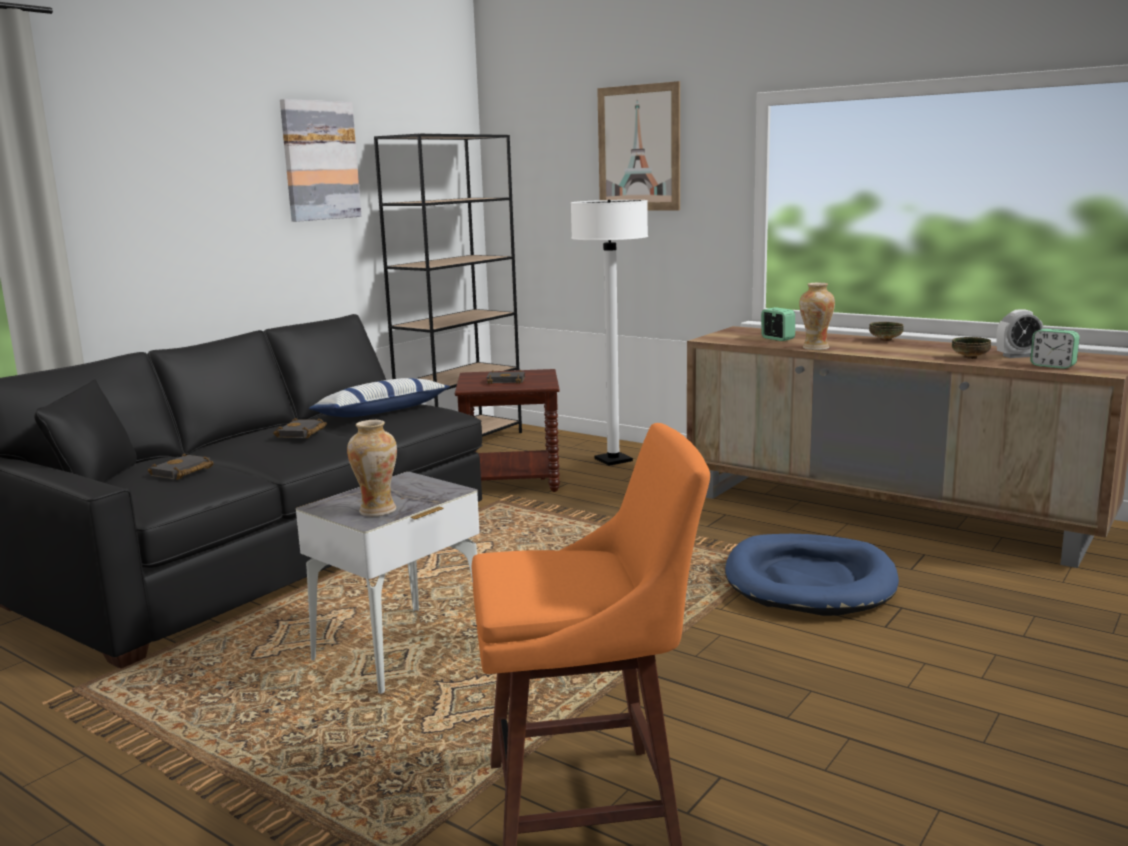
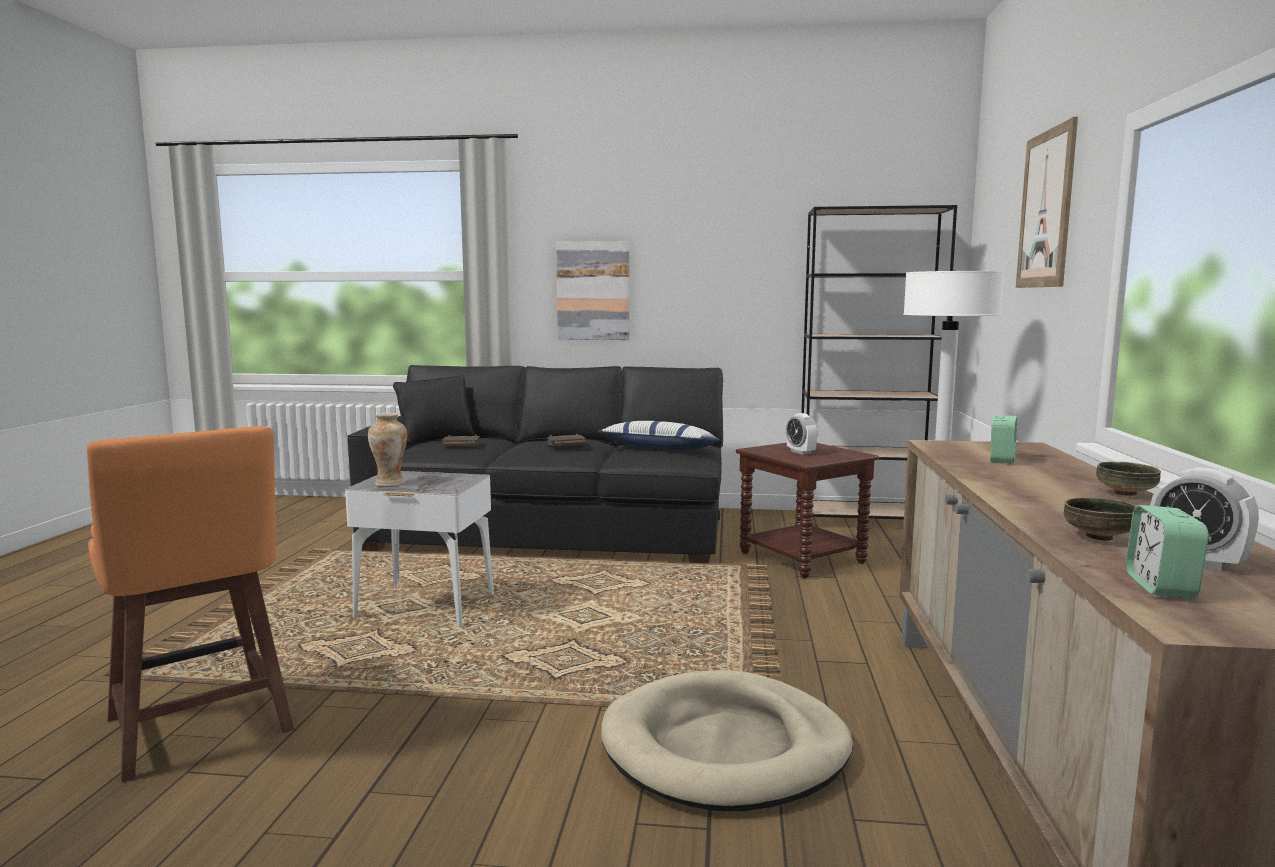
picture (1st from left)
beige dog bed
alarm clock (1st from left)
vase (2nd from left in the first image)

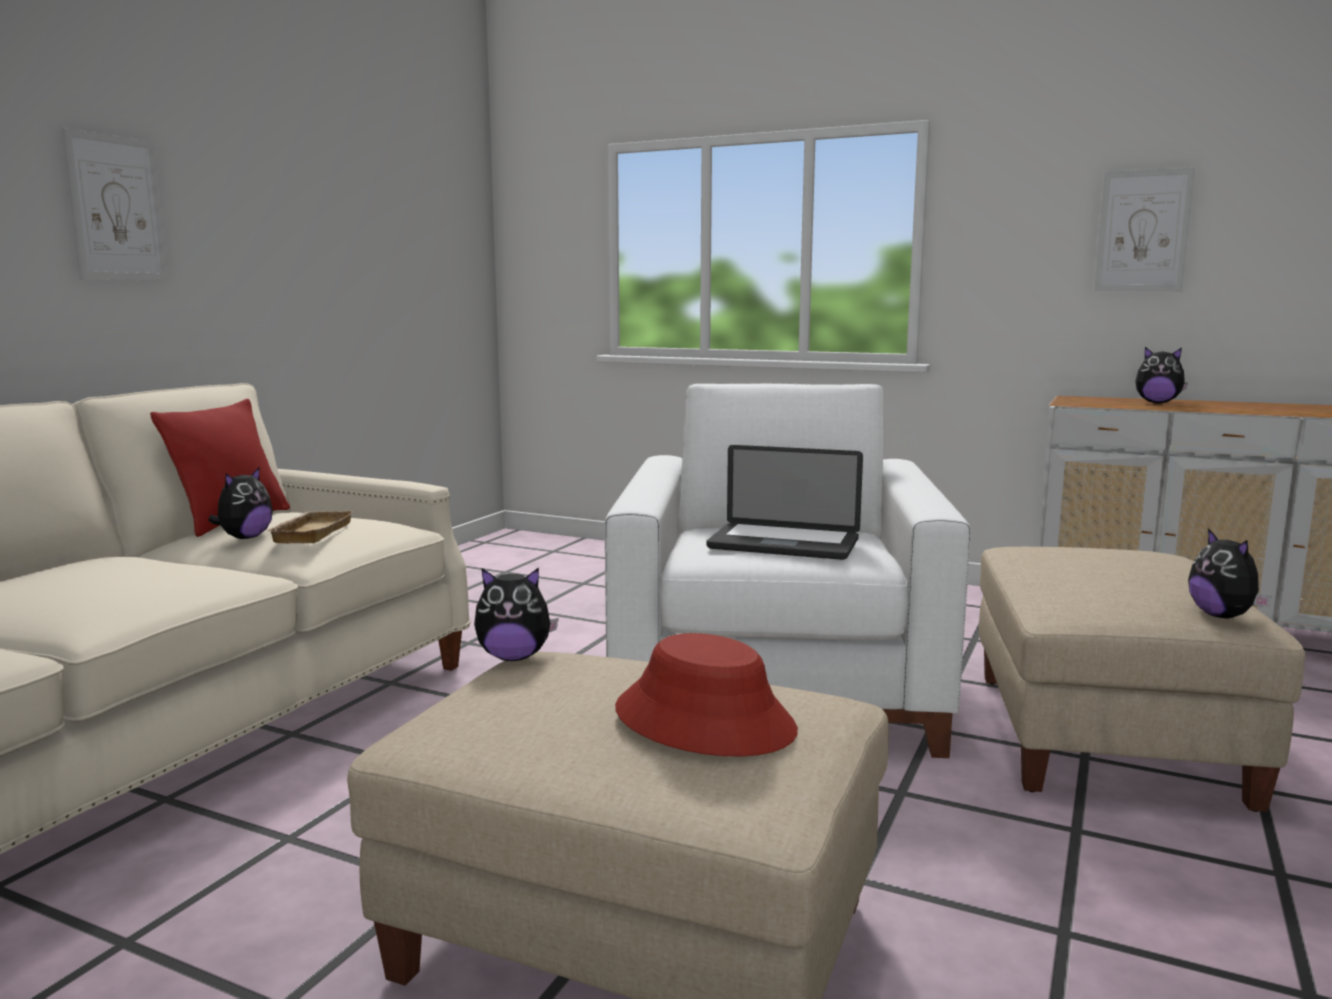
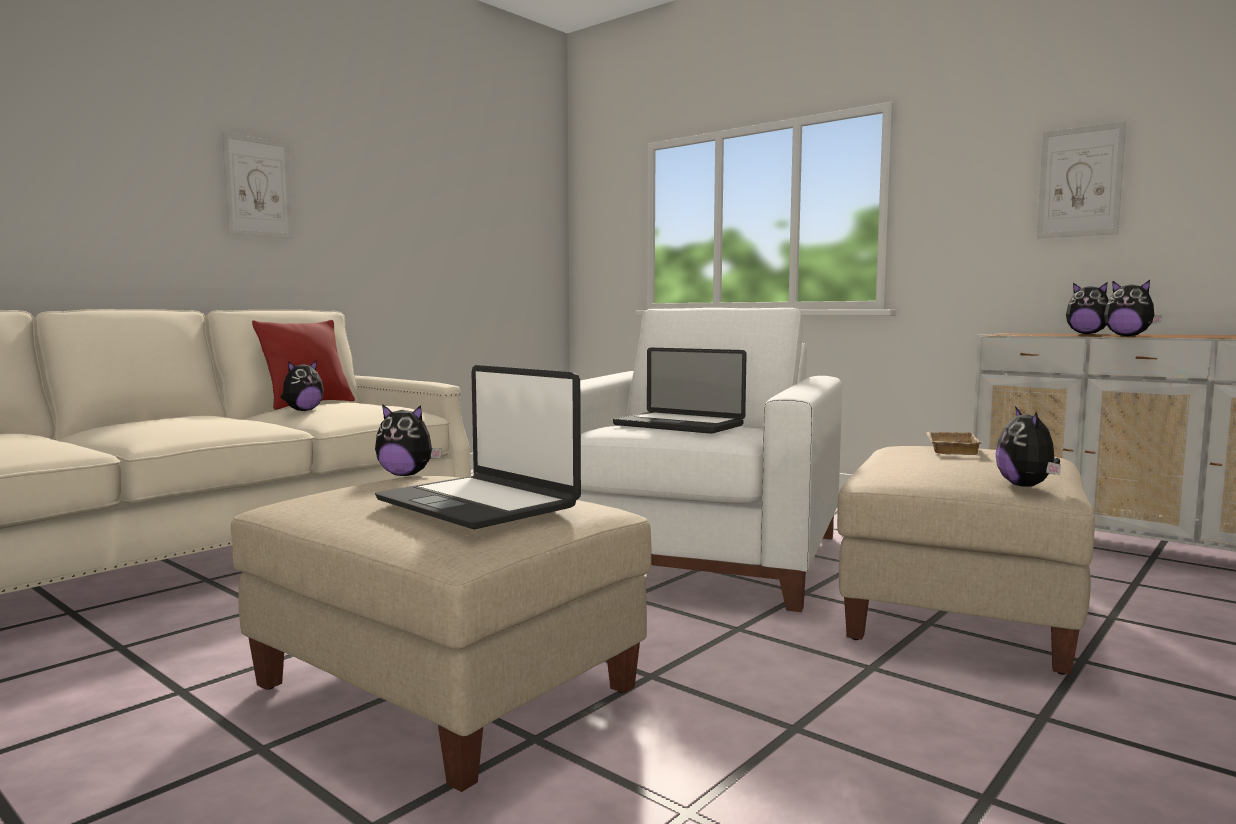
laptop (1st from left)
beige tray
plush toy (5th from left)

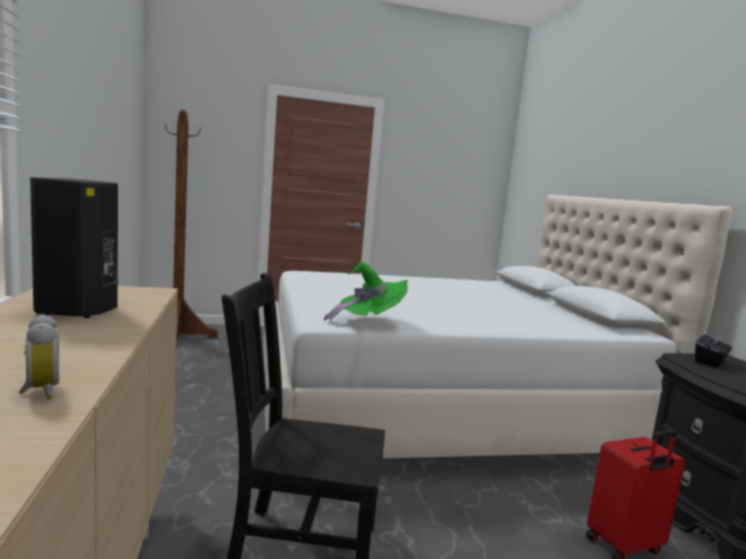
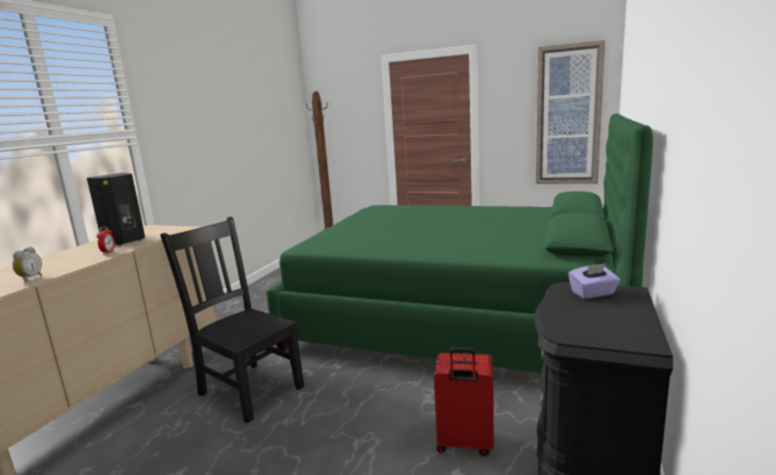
alarm clock (2nd from left)
green bed
picture
purple tissue box
green hat

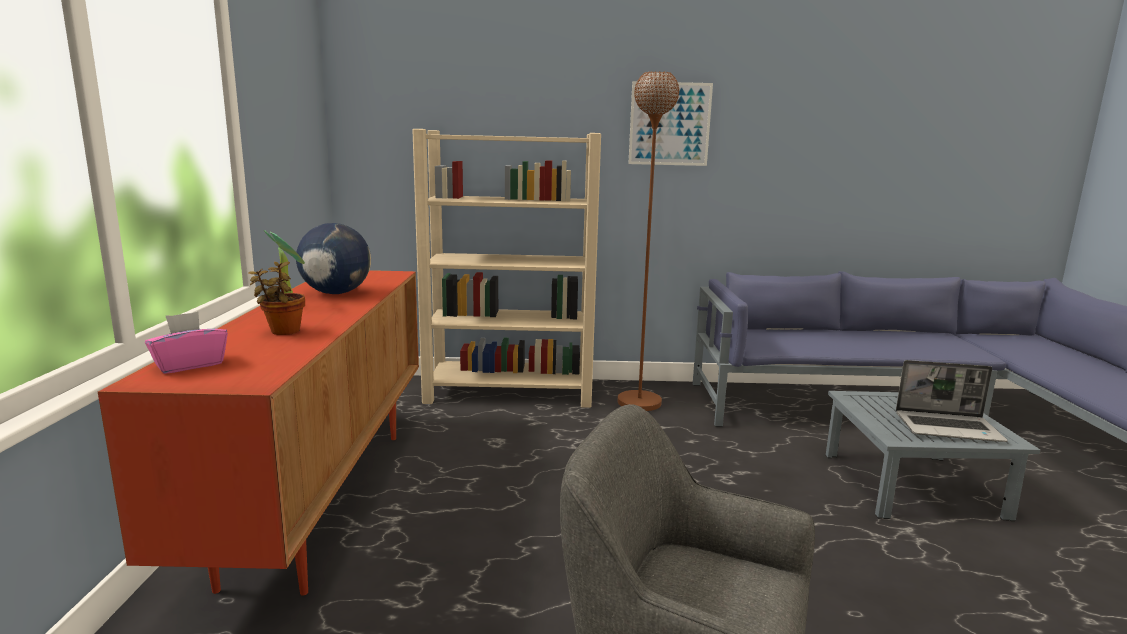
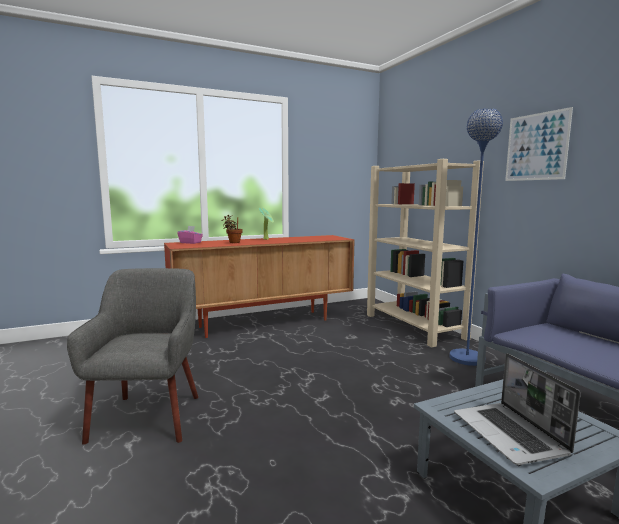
blue floor lamp
globe

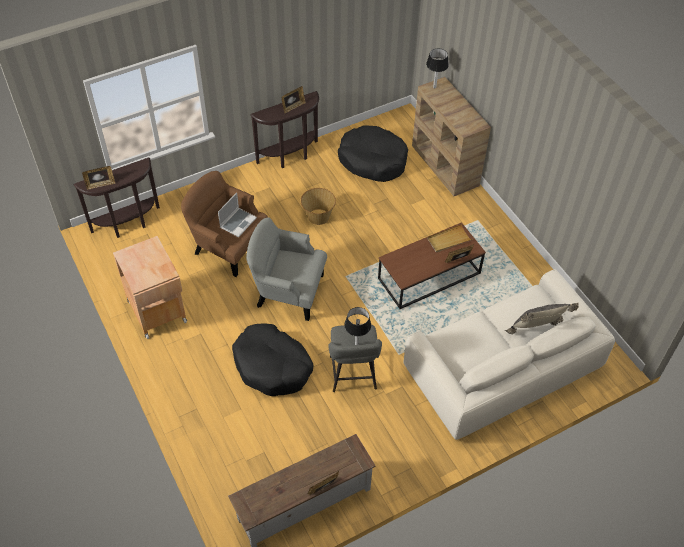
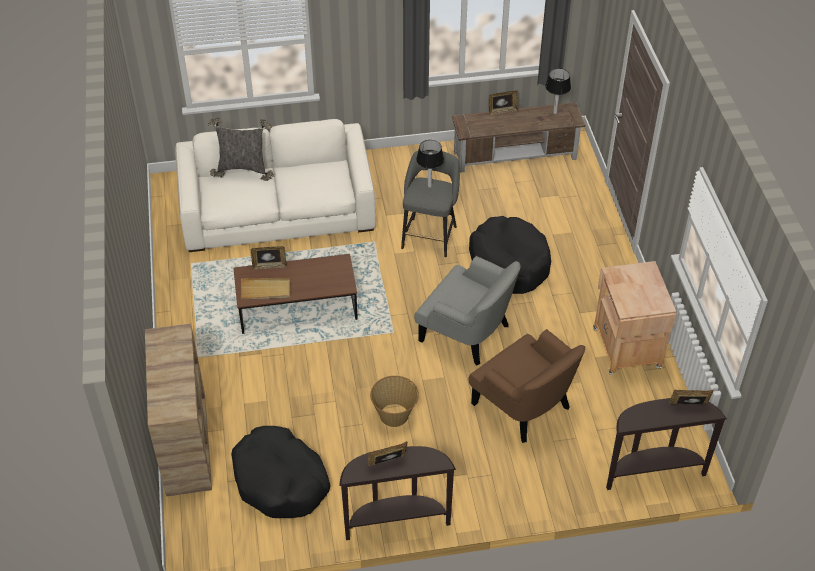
table lamp (2nd from left)
laptop

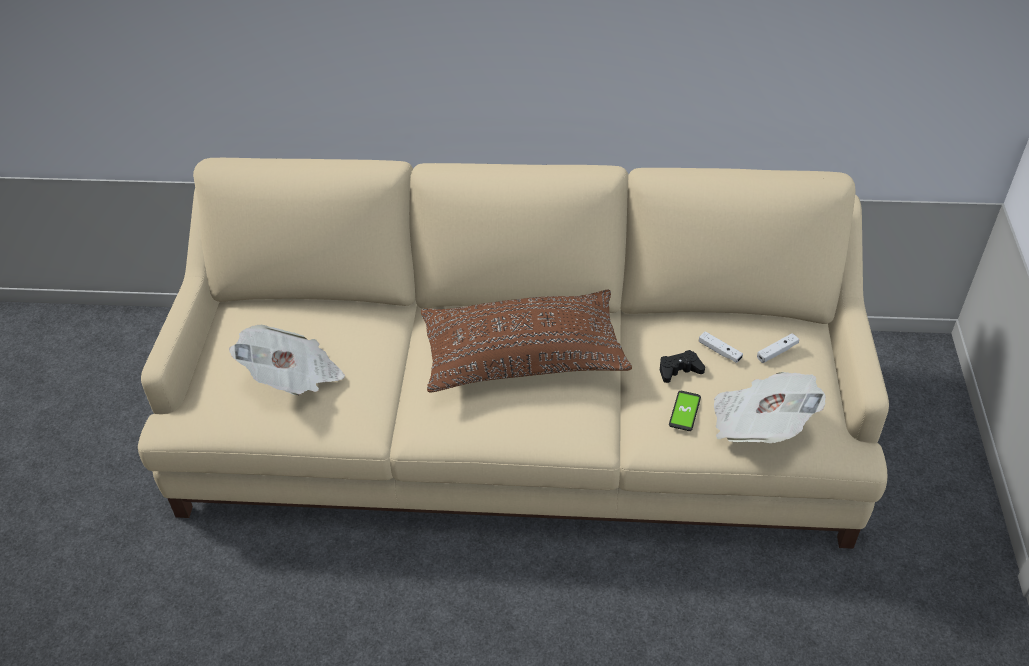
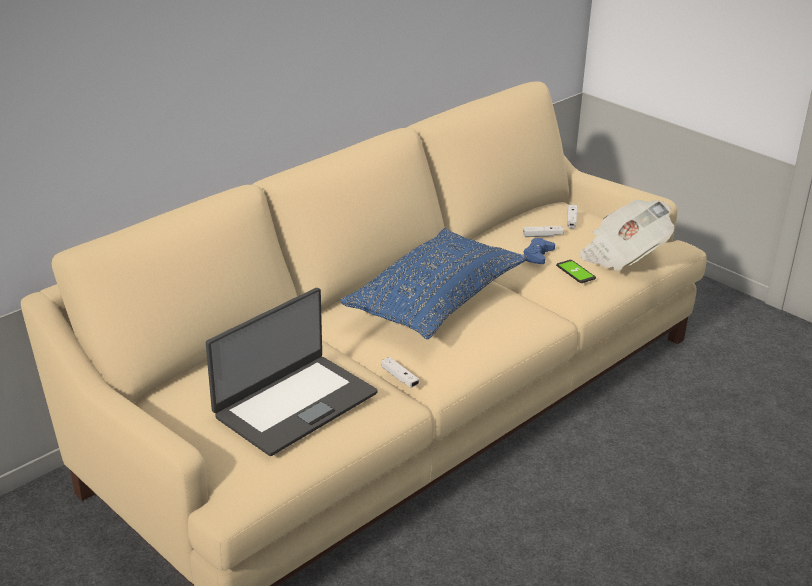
laptop
blue pillow
white game controller (1st from left)
blue game controller

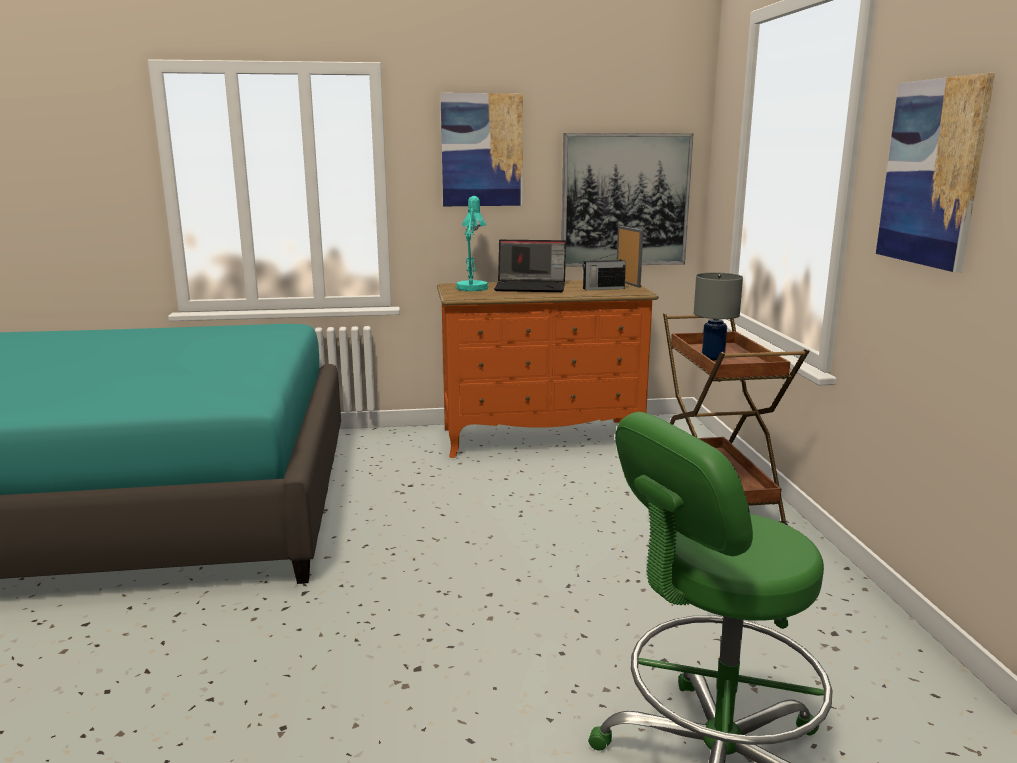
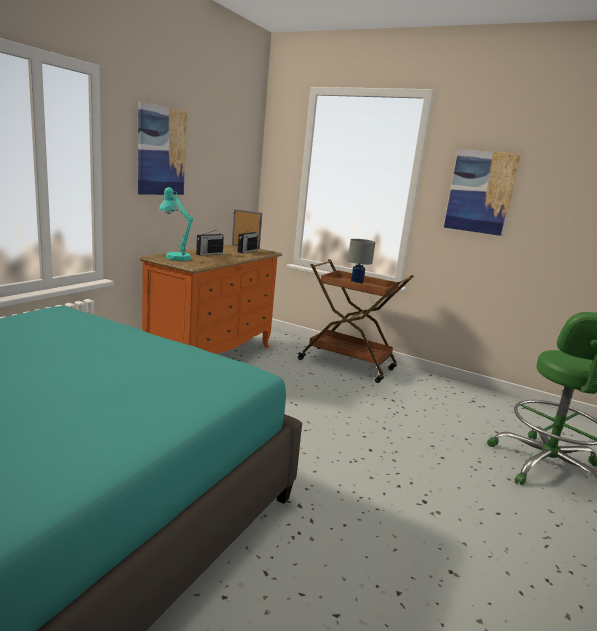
radio (1st from left)
picture (2nd from left in the first image)

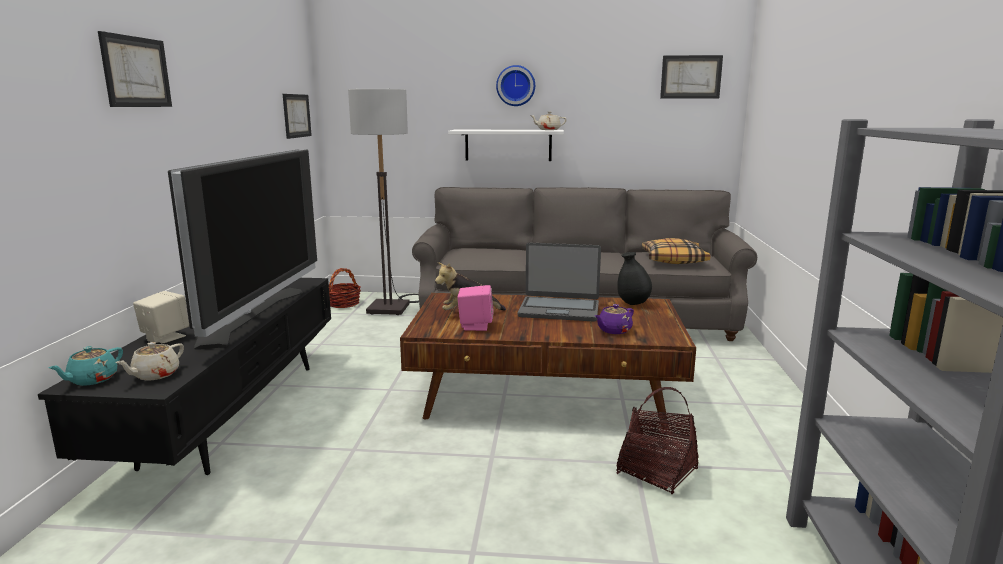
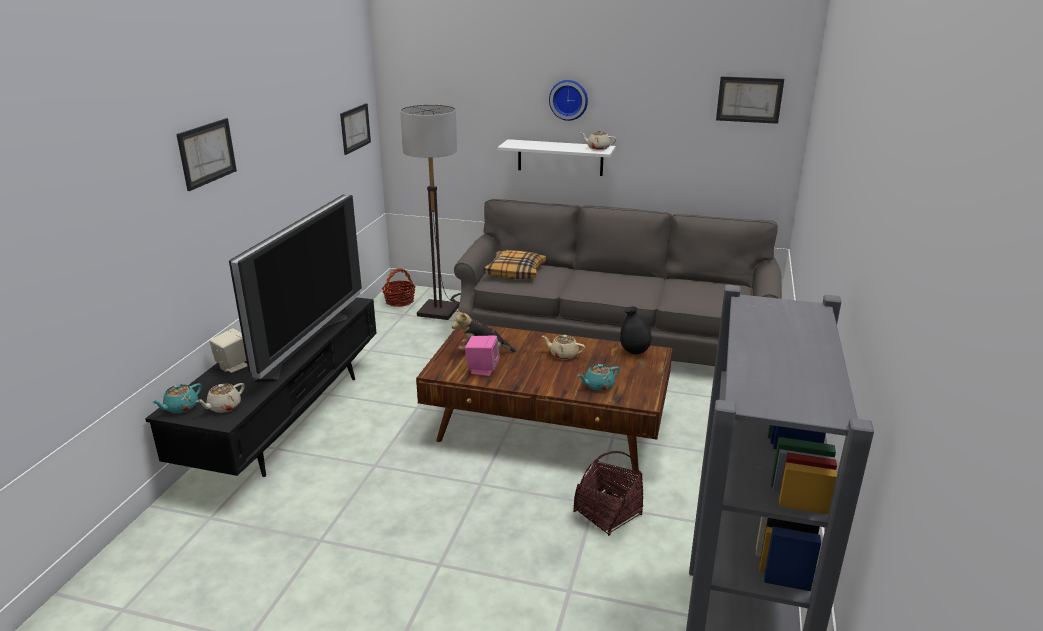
pillow
beige teapot (2nd from left)
turquoise teapot (2nd from left)

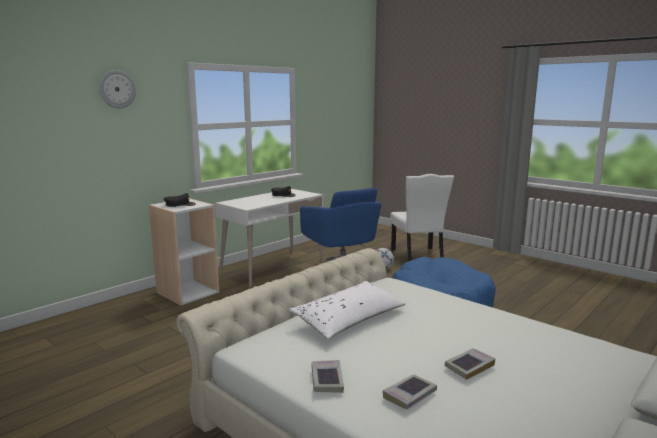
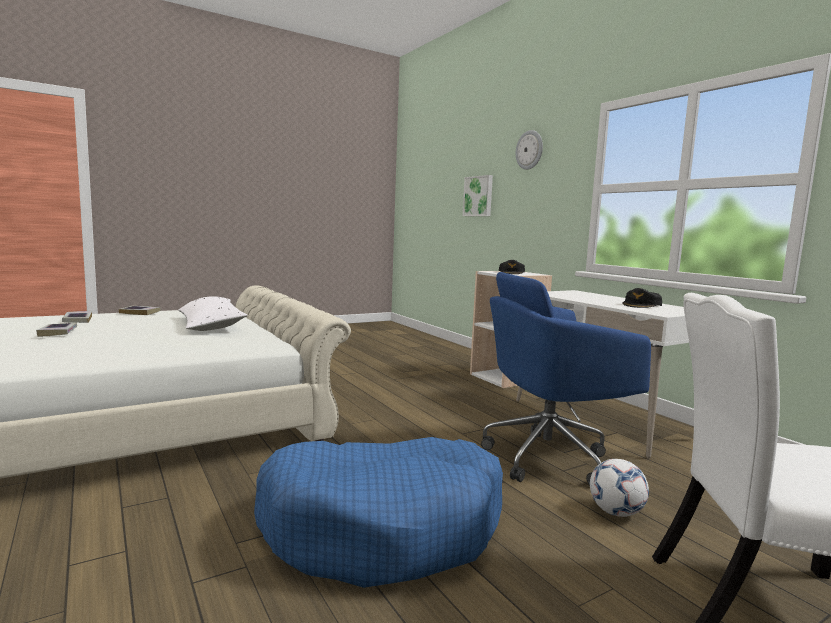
picture

